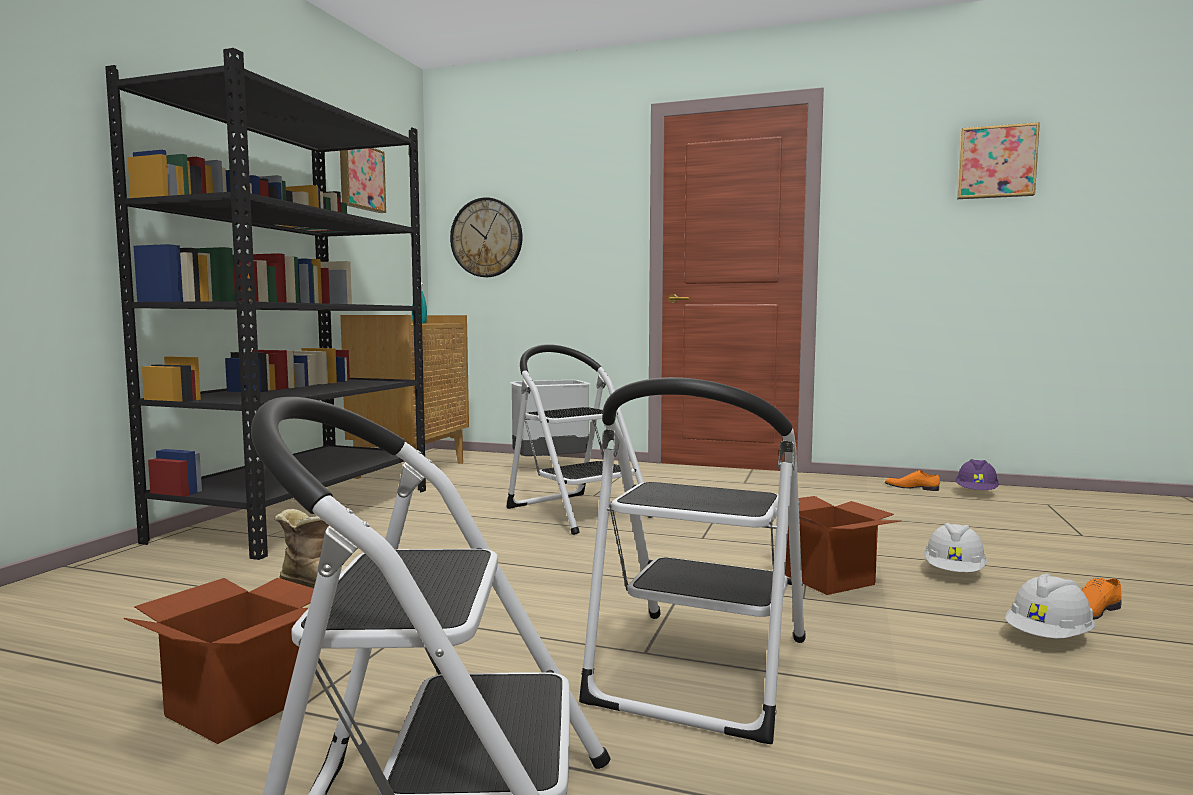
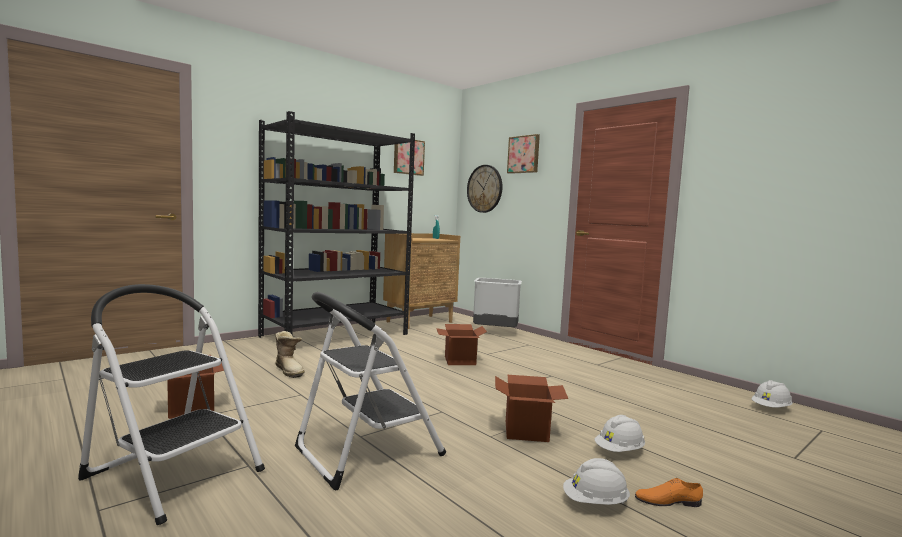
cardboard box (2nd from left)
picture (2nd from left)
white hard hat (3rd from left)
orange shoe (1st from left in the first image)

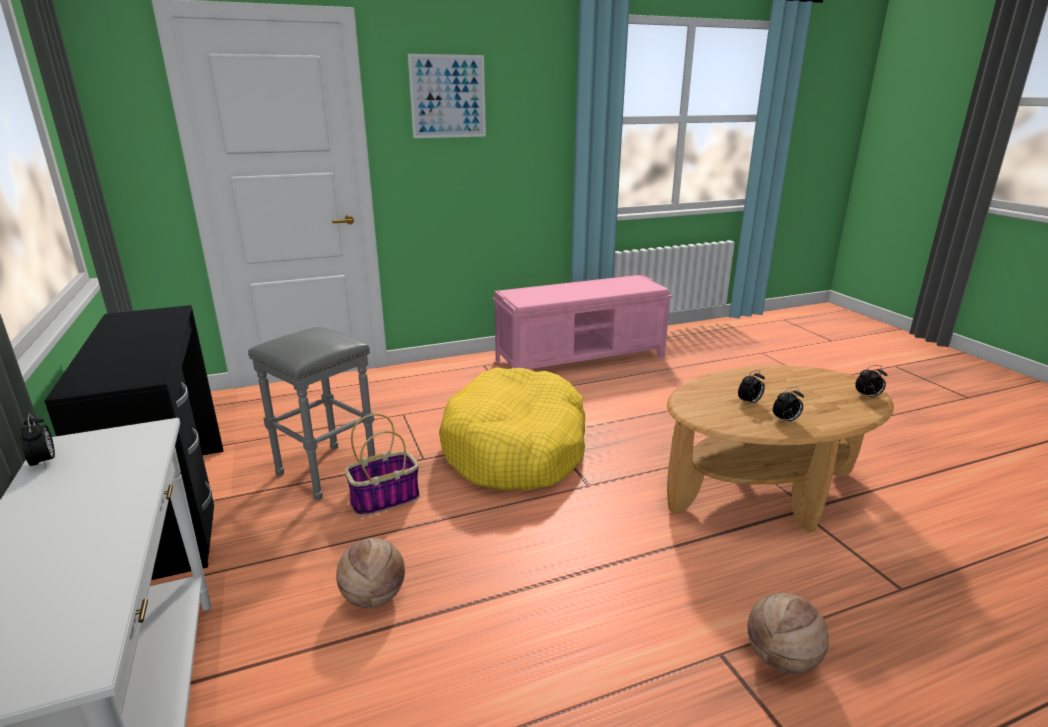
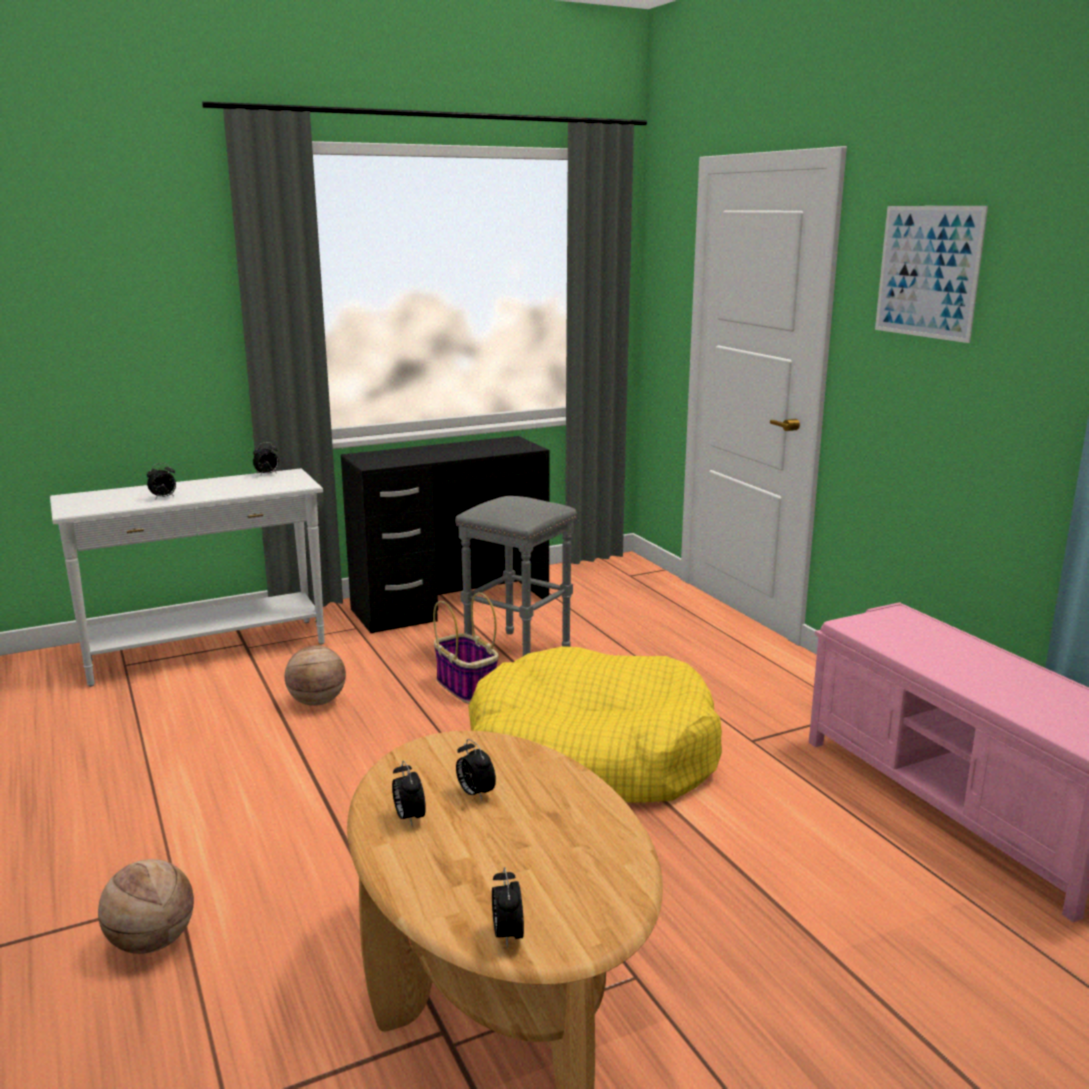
alarm clock (1st from left)

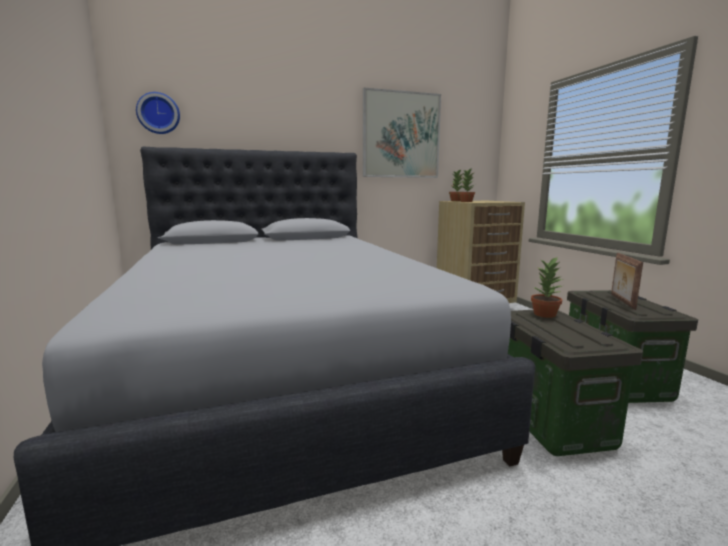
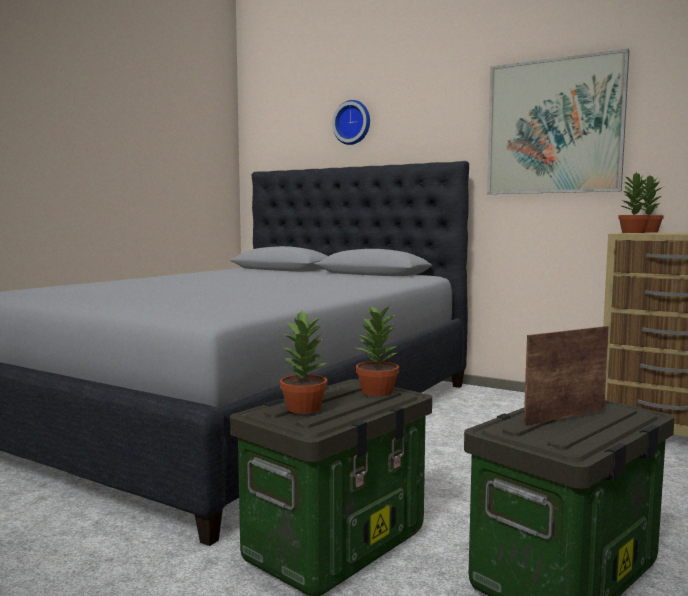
potted plant (1st from left)
wall clock

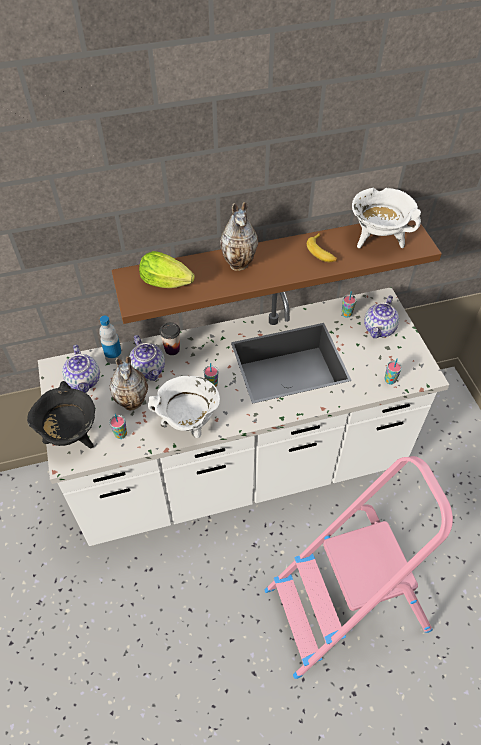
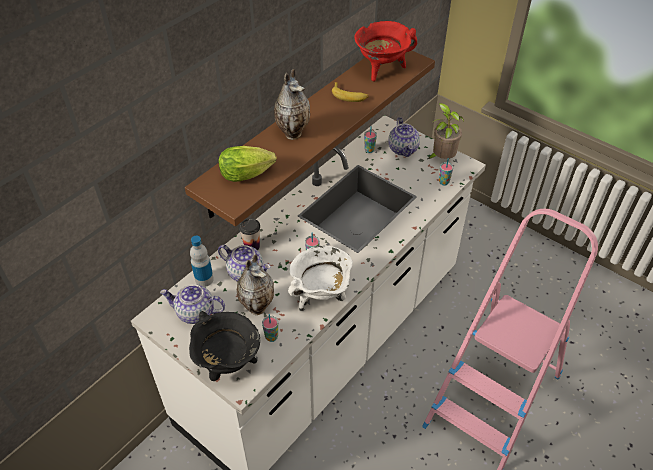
teapot (1st from left)
red cooking pot
potted plant

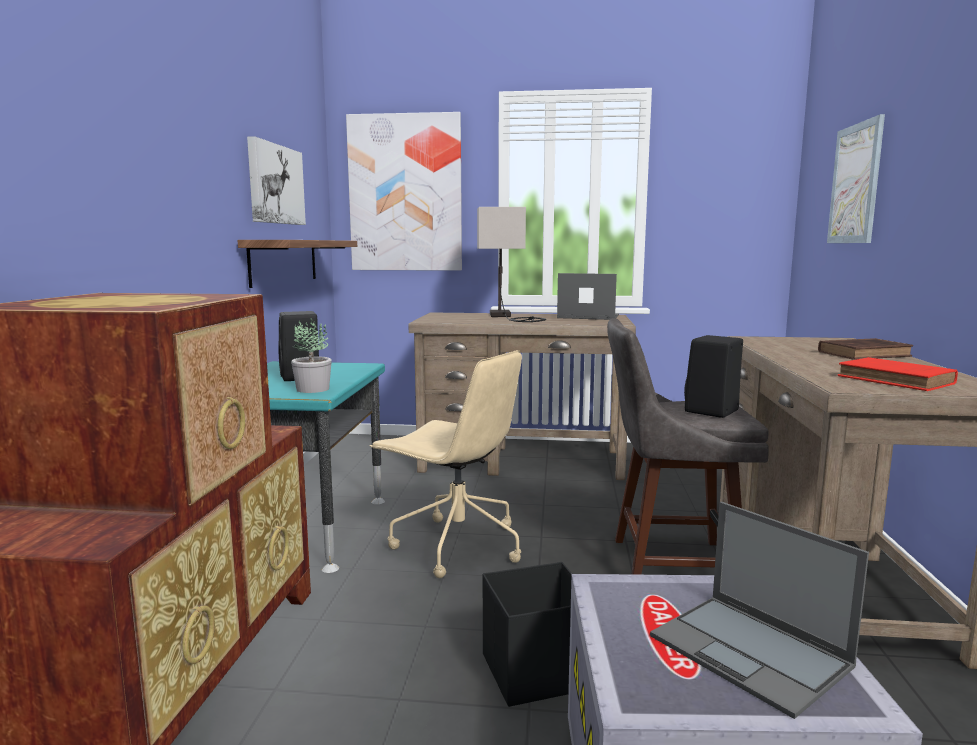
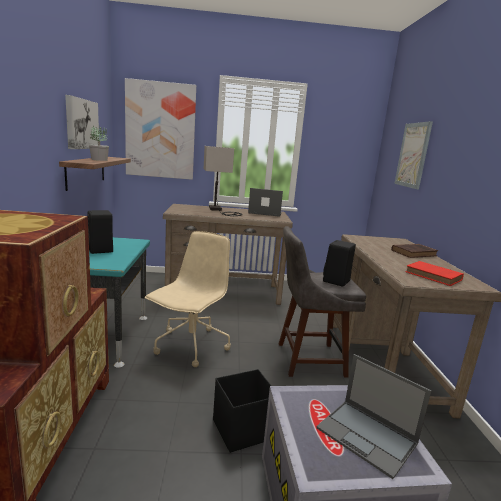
potted plant
beige office chair

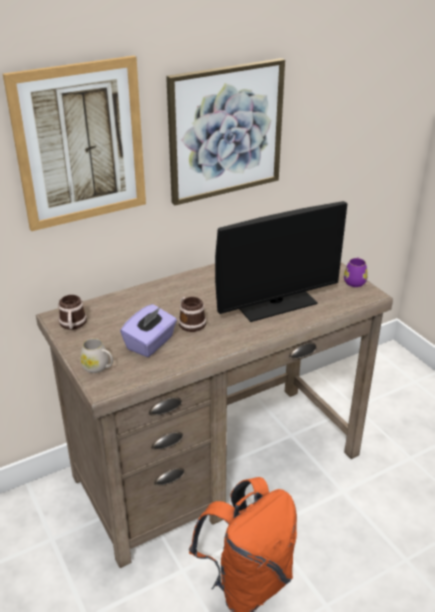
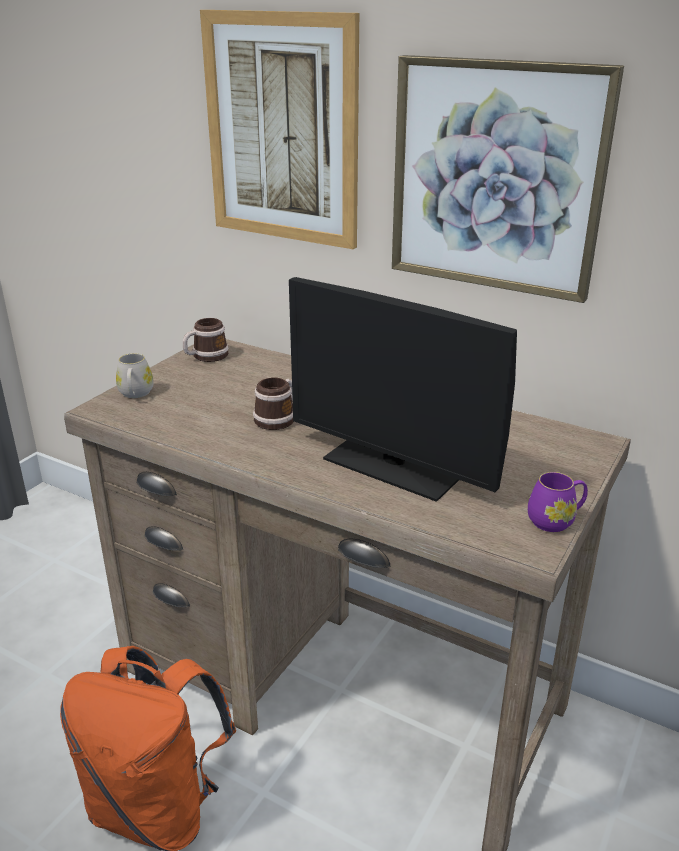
purple tissue box

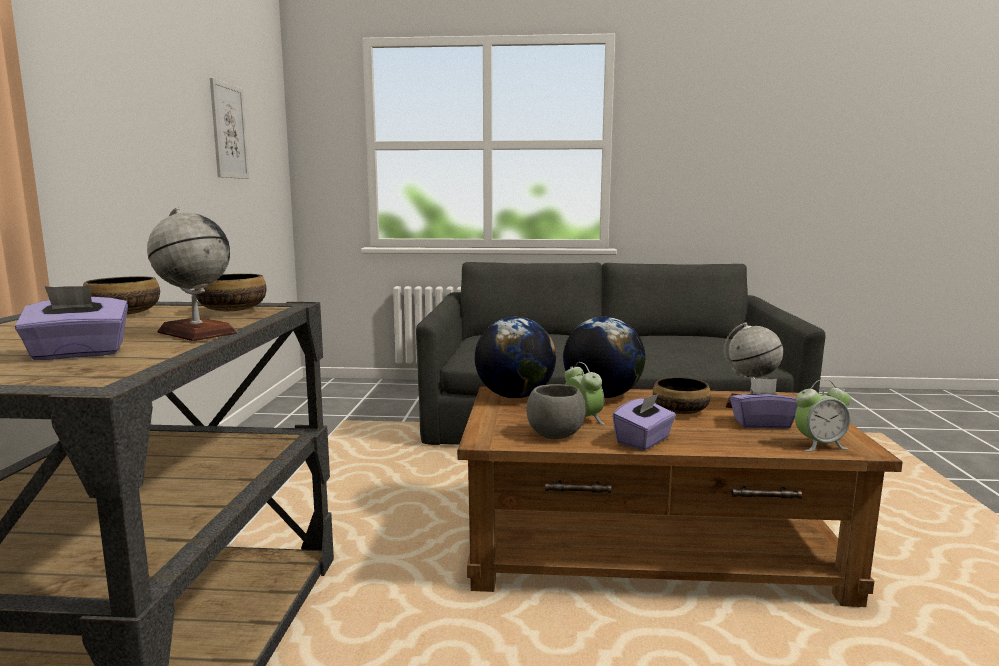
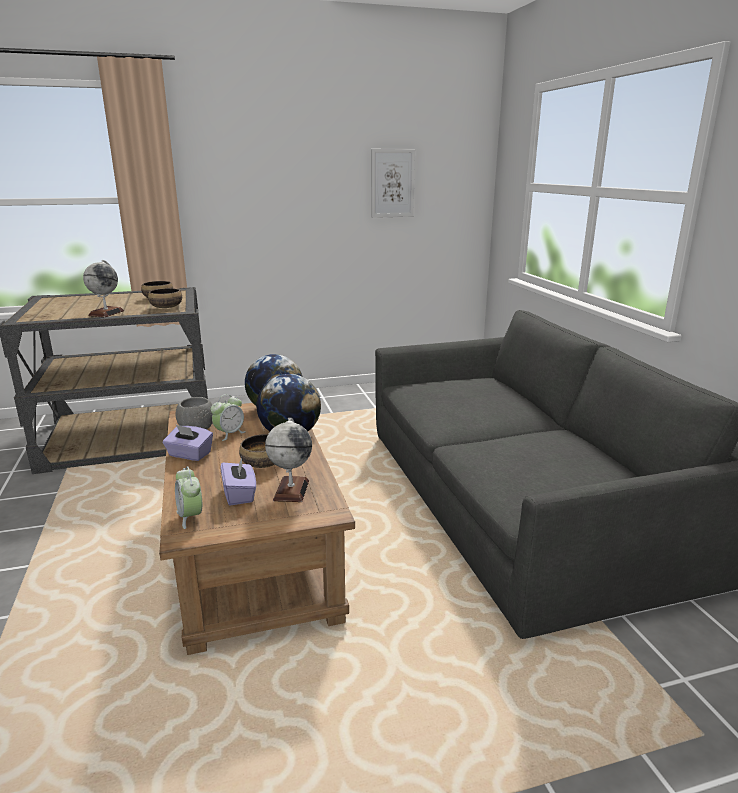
purple tissue box (1st from left in the first image)

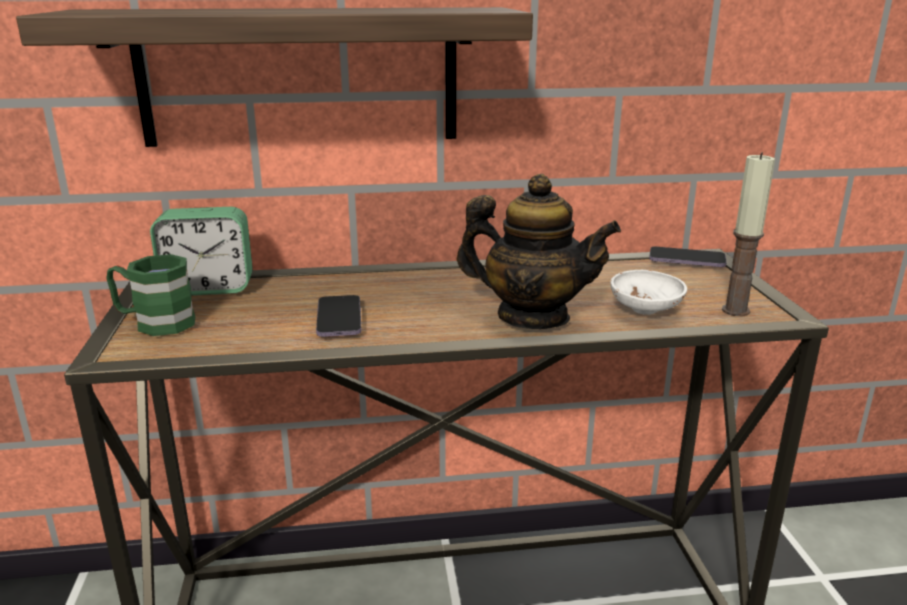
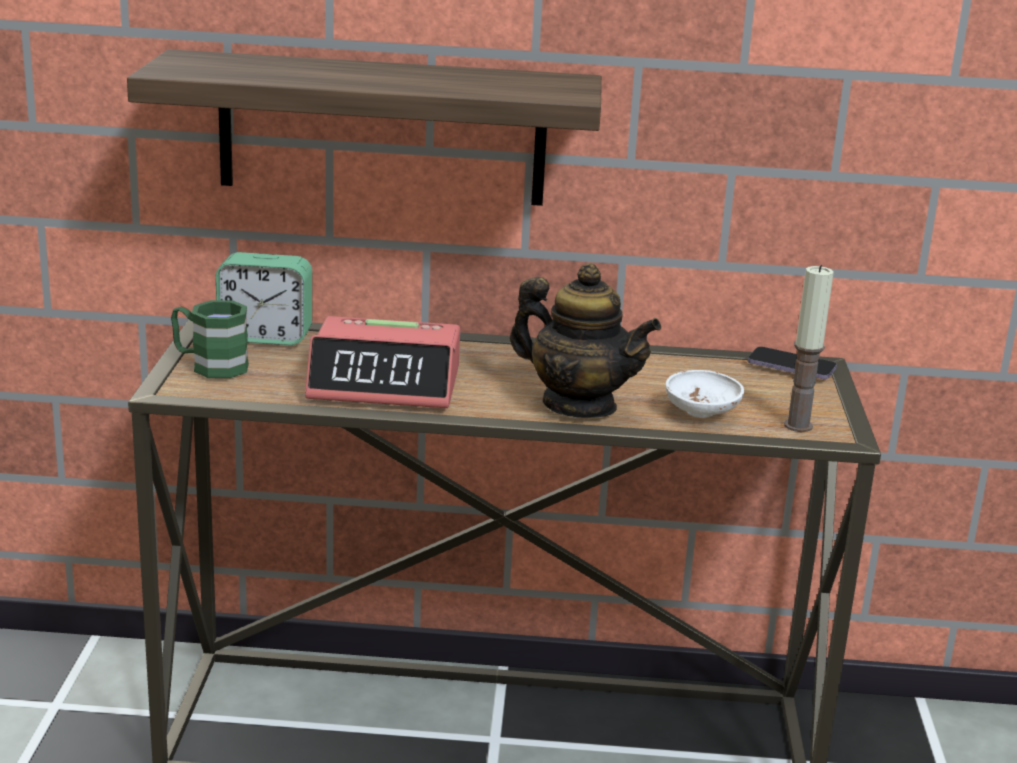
alarm clock (2nd from left)

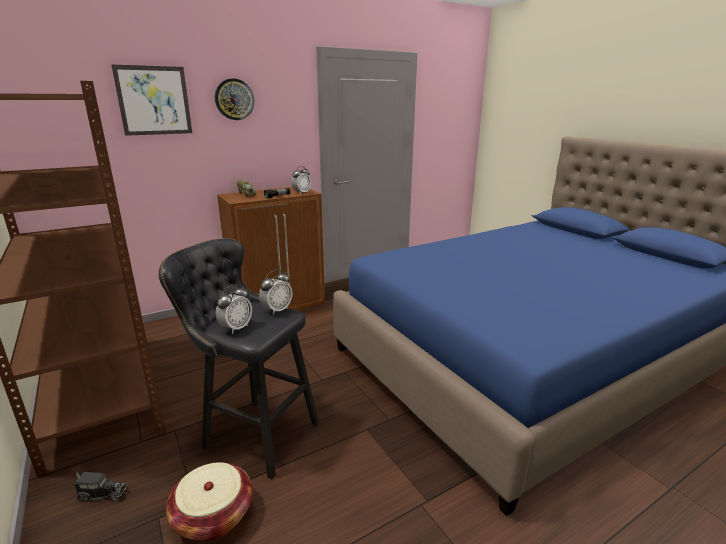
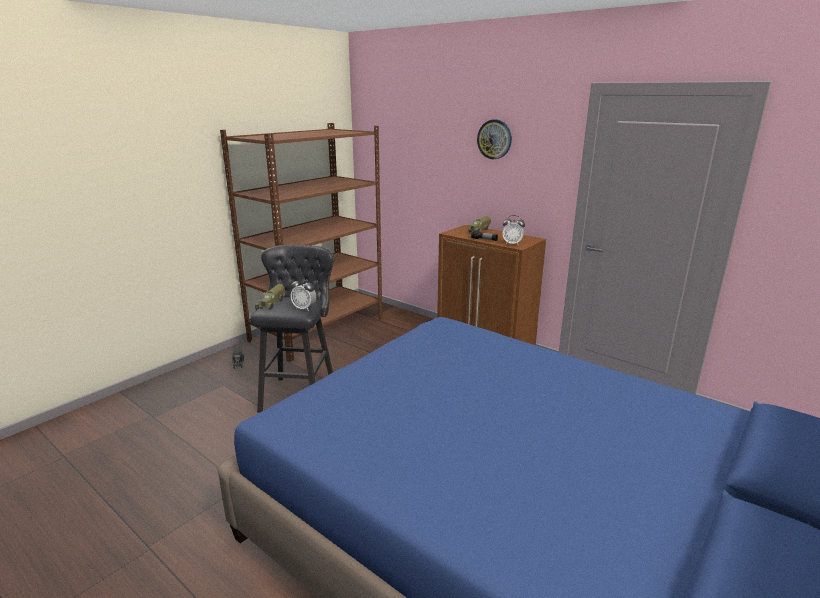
toy truck (2nd from left)
picture
basket

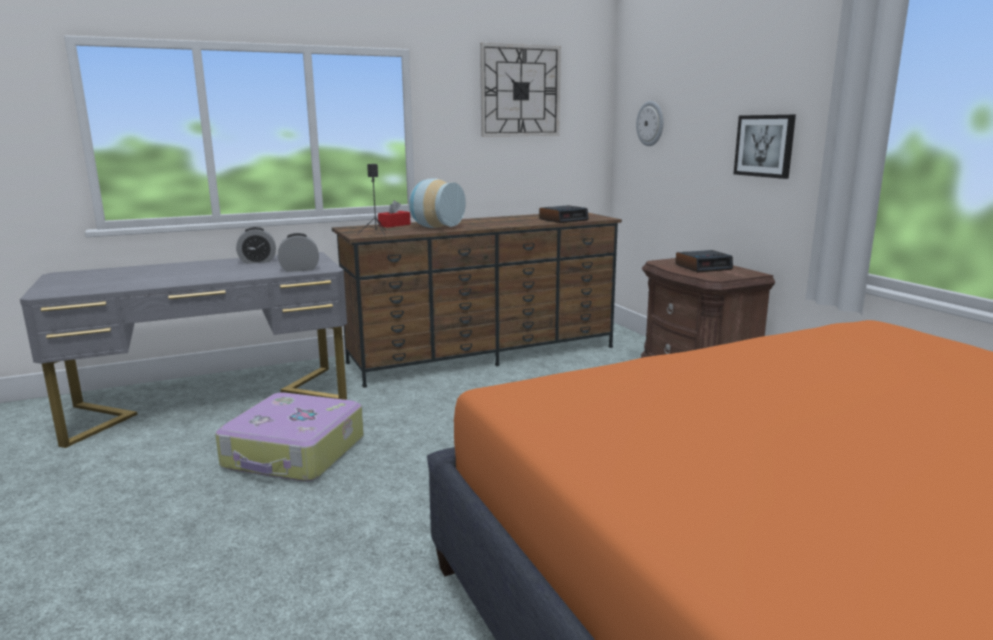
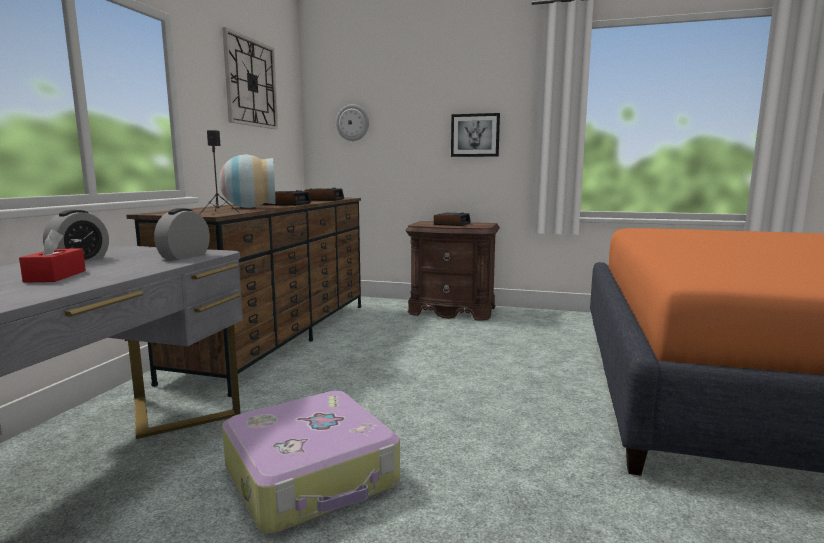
red tissue box
alarm clock (3rd from left)

